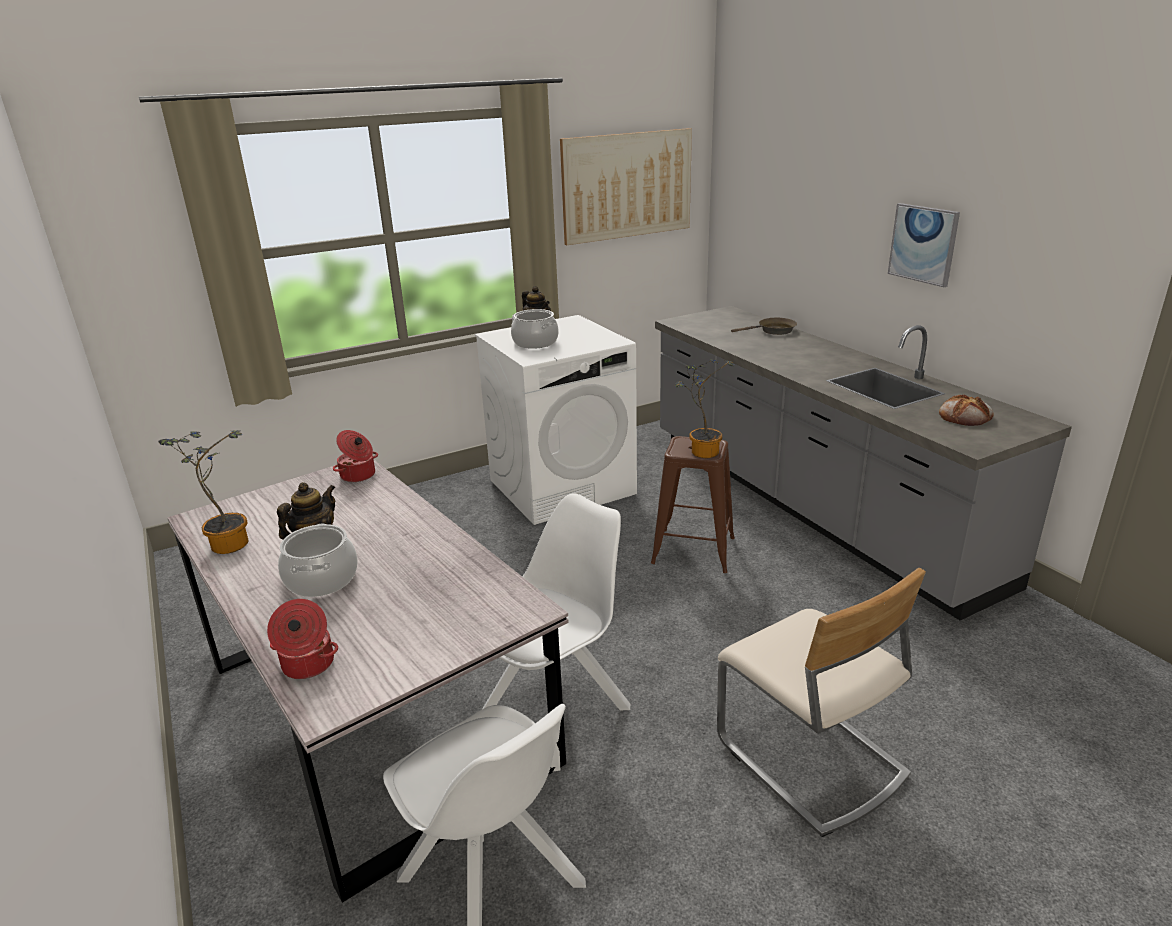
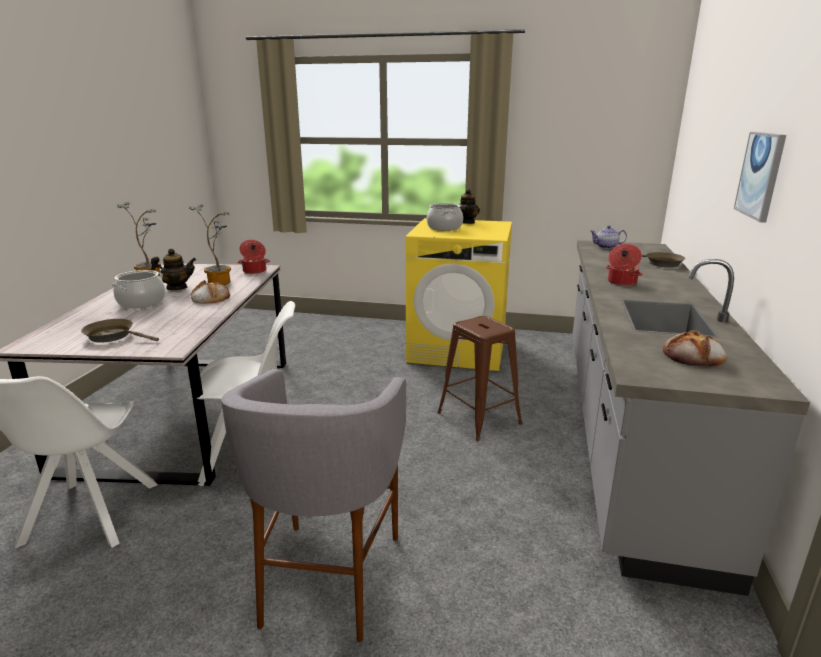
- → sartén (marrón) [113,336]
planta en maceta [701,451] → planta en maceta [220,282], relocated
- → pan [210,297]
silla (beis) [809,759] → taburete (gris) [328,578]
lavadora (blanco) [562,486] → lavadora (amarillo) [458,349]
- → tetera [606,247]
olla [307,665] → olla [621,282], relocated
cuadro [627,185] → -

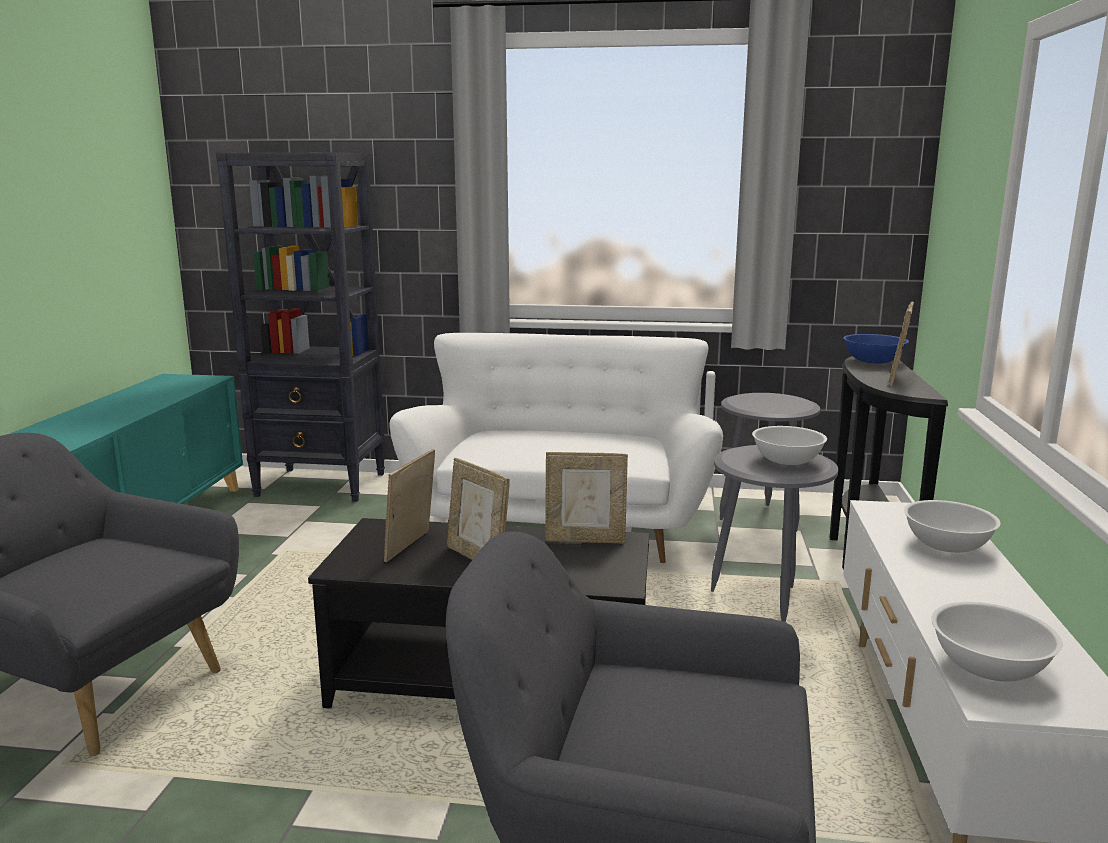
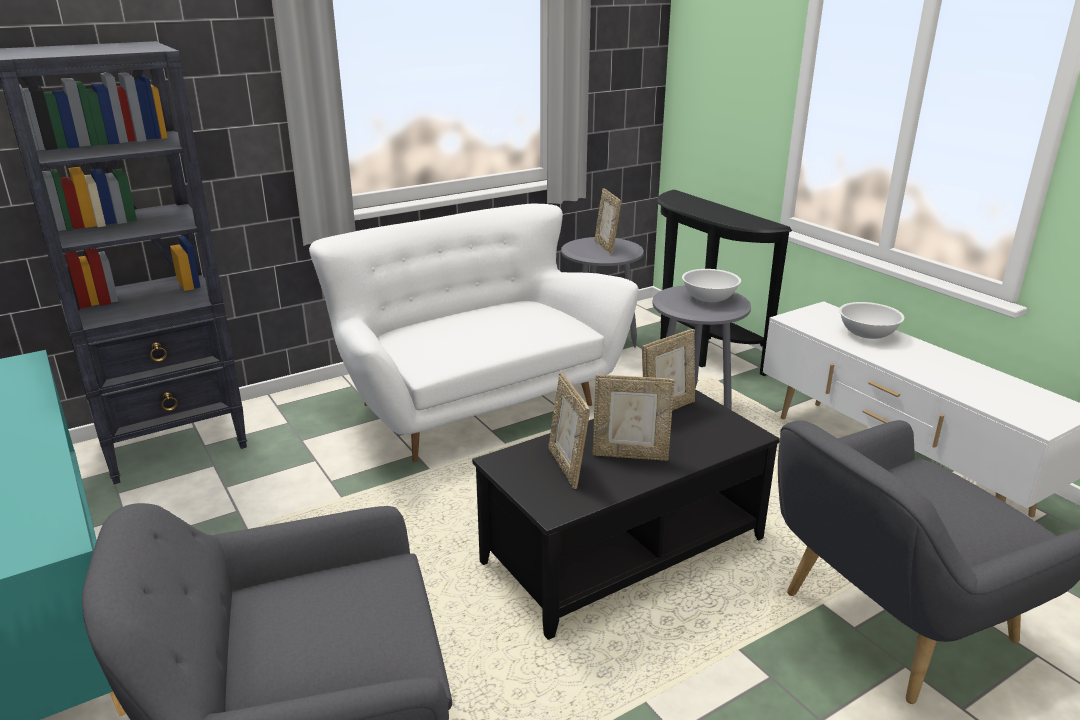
portarretratos [897,379] → portarretratos [606,247], relocated
cuenco (azul) [873,361] → -
cuenco (blanco) [990,667] → -

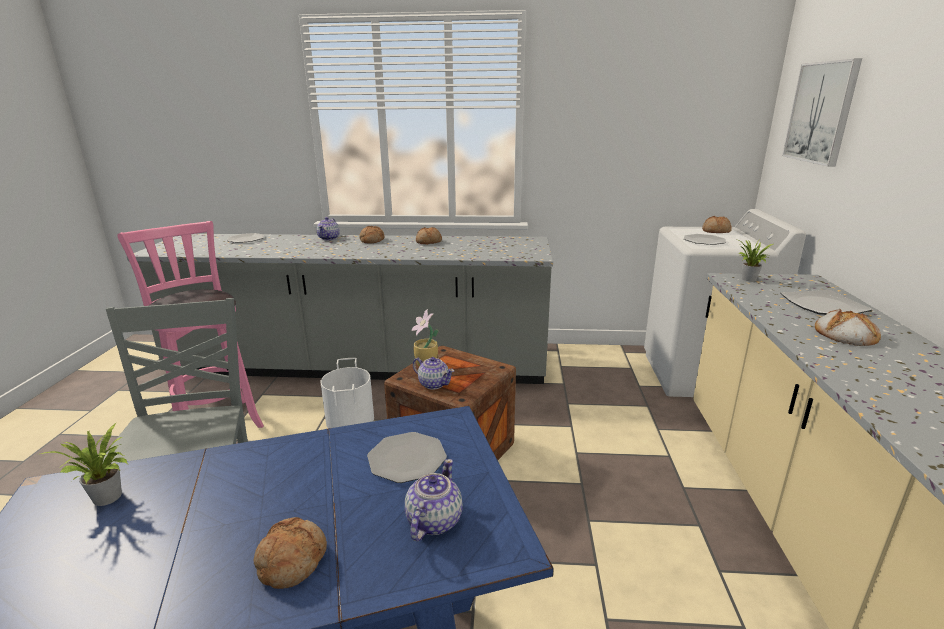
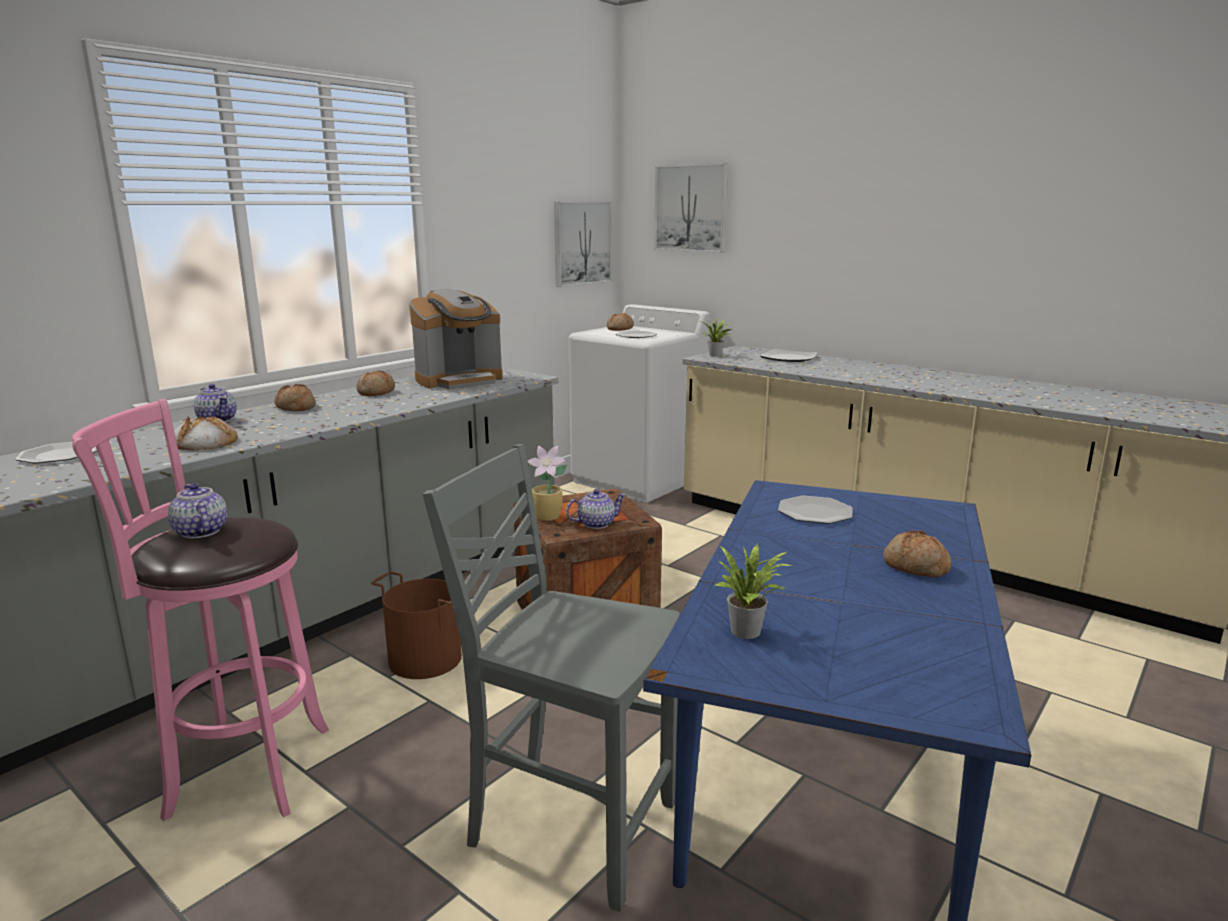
tetera [433,521] → tetera [200,532], relocated
pan [845,334] → pan [203,442], relocated
cubo (blanco) [351,419] → cubo (marrón) [426,658]
- → cafetera [459,381]
- → cuadro [582,243]

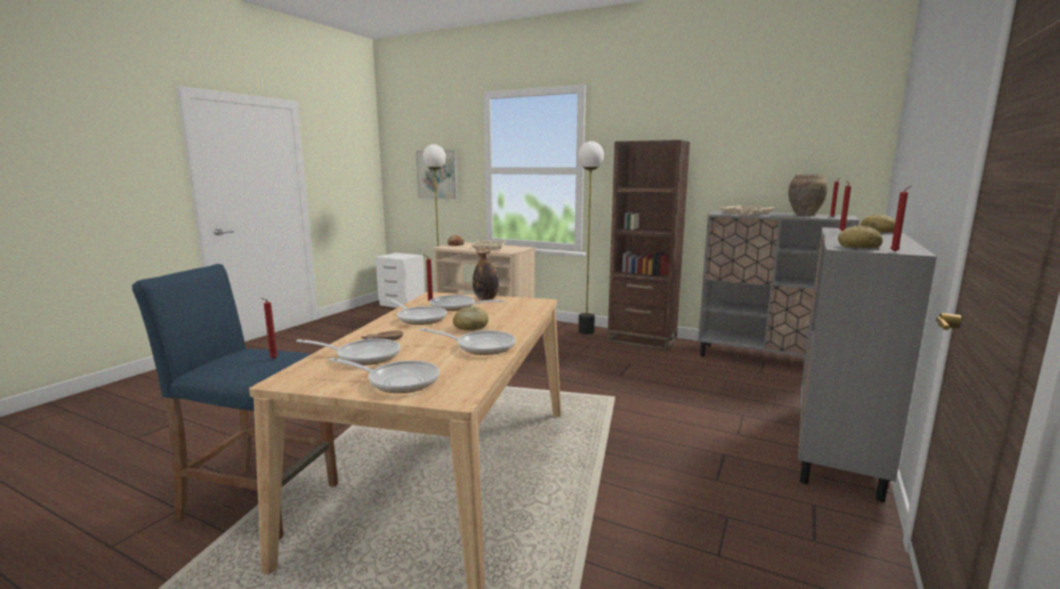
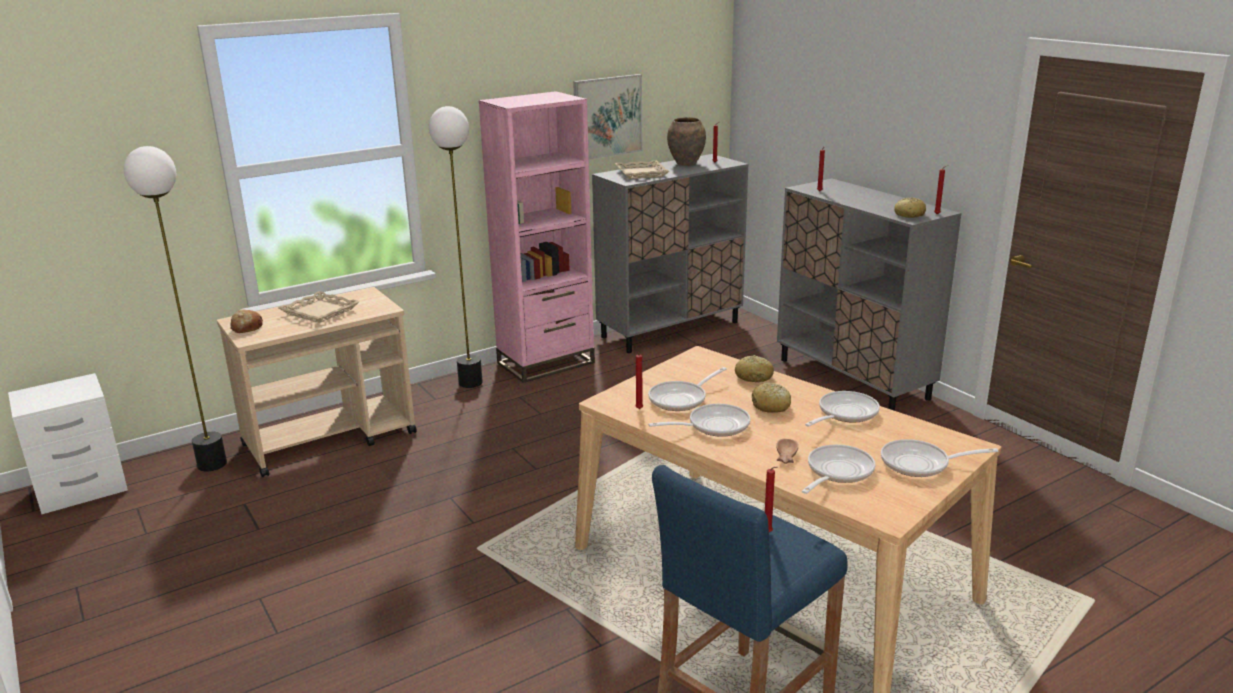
estantería (marrón) [642,340] → estantería (rosa) [546,363]
cuadro [437,174] → cuadro [607,117], relocated
pan [878,231] → pan [754,376], relocated
sartén [398,381] → sartén [920,464], 135 degrees counterclockwise
botella [486,298] → -

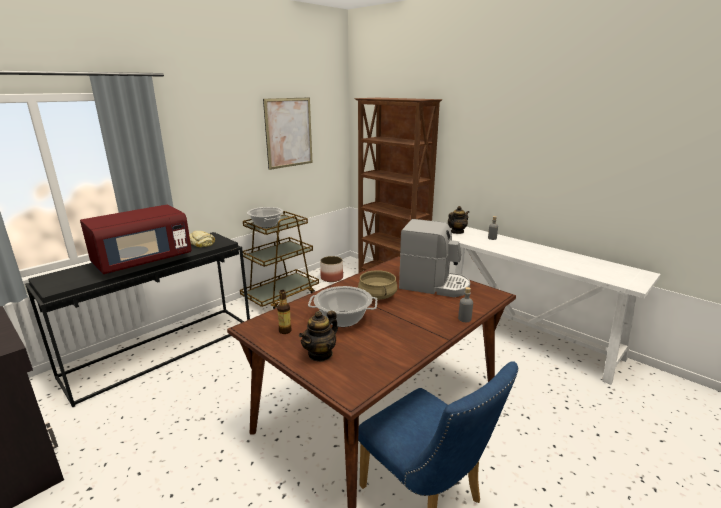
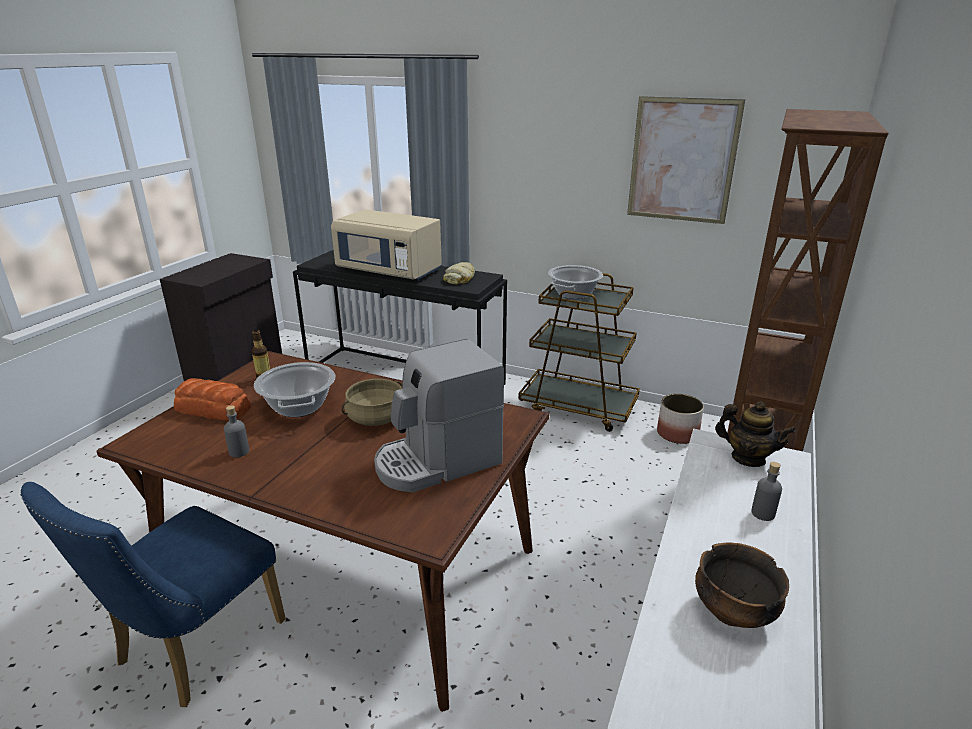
tetera [320,354] → pan [213,409]
botella (gris) [464,319] → botella (gris) [239,452], relocated
microondas (rojo) [143,261] → microondas (beis) [390,271]
cafetera [434,285] → cafetera [437,462], 60 degrees clockwise
- → cuenco [732,612]

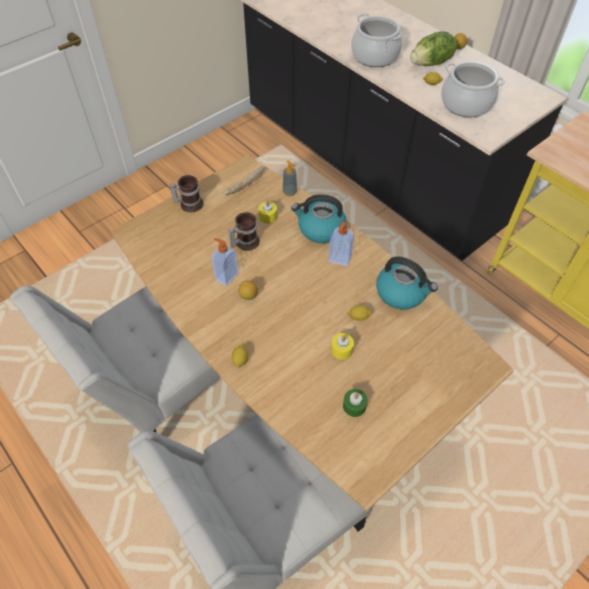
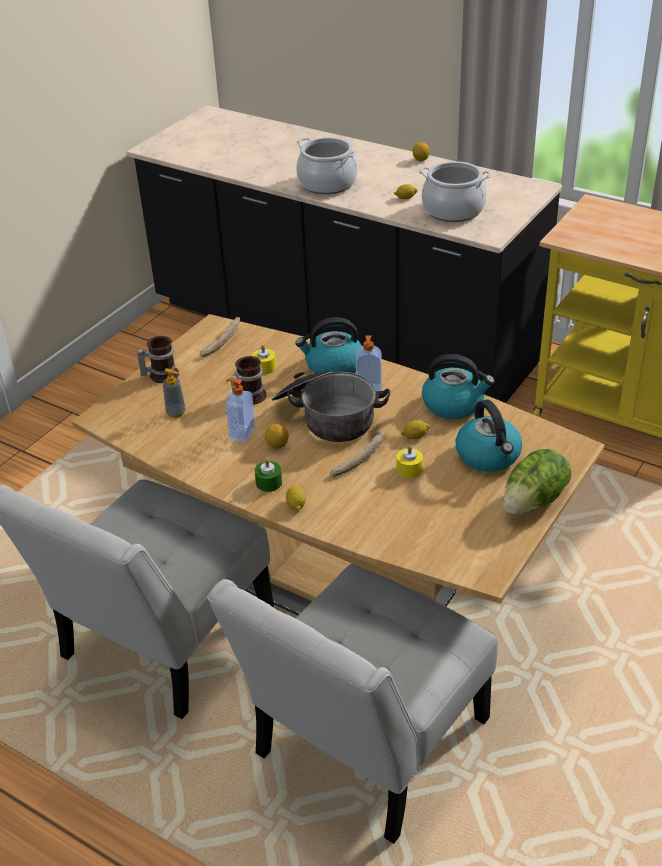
dispensador de jabón [290,192] → dispensador de jabón [176,412], relocated
vela (verde) [354,406] → vela (verde) [269,483], relocated
- → olla [327,417]
- → pan [357,460]
- → hervidor [489,456]
lechuga [431,63] → lechuga [535,501], relocated

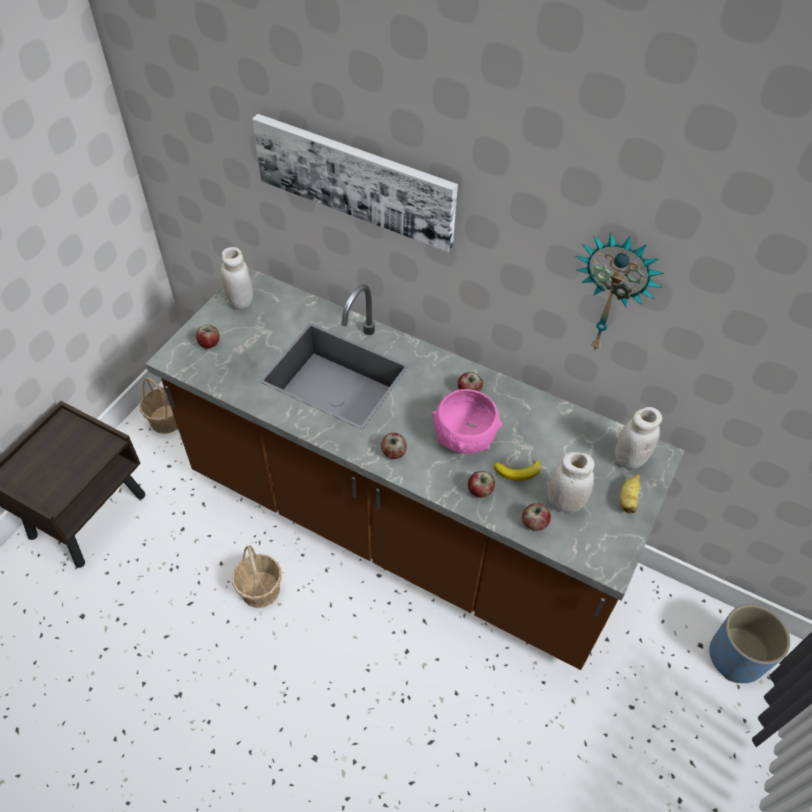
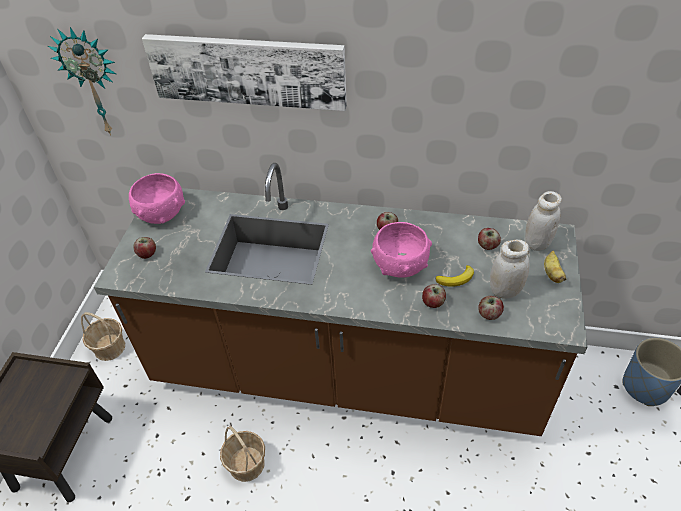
reloj de pared [612,293] → reloj de pared [94,82], relocated
tarro (blanco) [240,301] → cuenco (rosa) [161,213]
manzana [393,453] → manzana [487,246], relocated

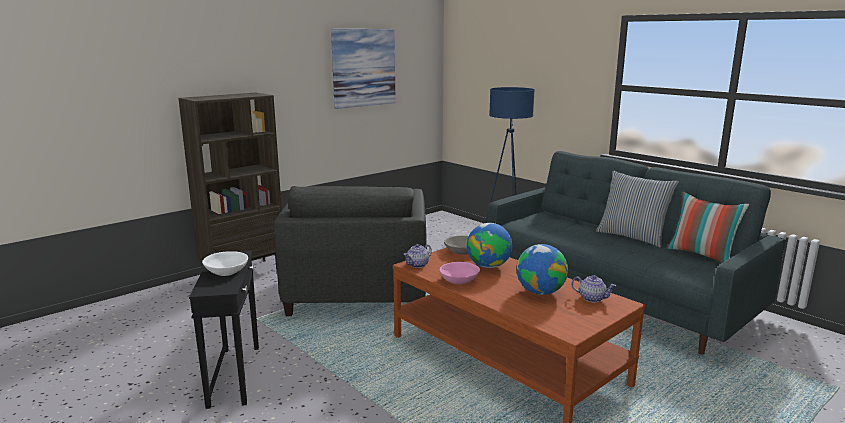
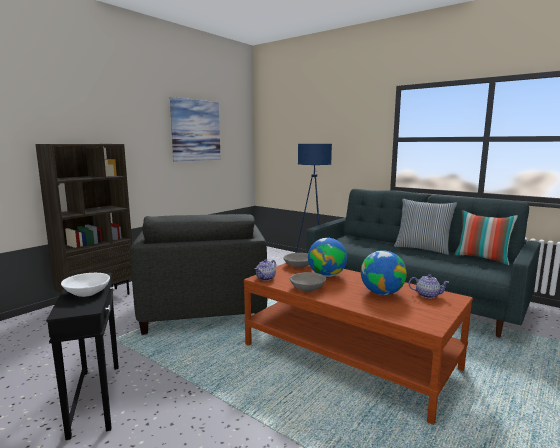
cuenco (rosa) [459,280] → cuenco (gris) [307,288]

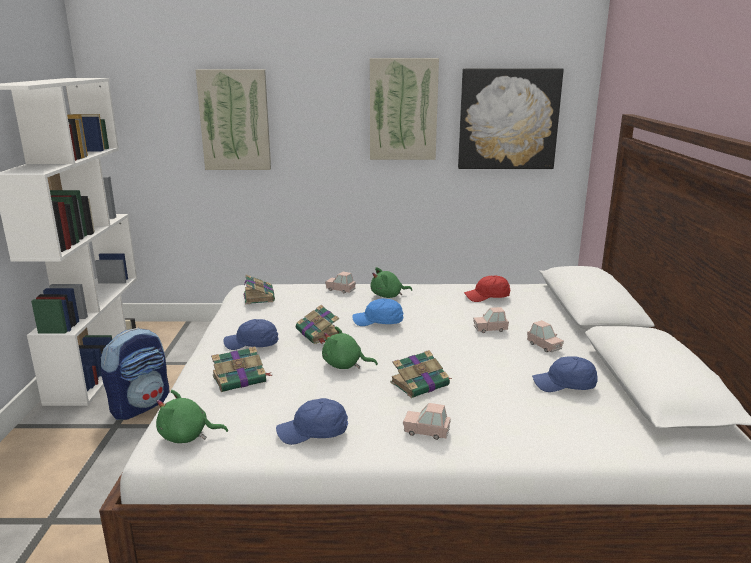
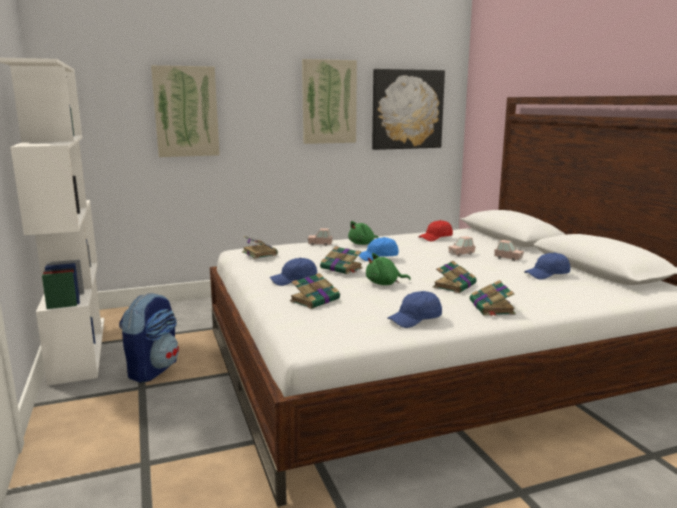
coche de juguete (rosa) [426,432] → libro [492,308]
peluche (verde) [187,436] → -

